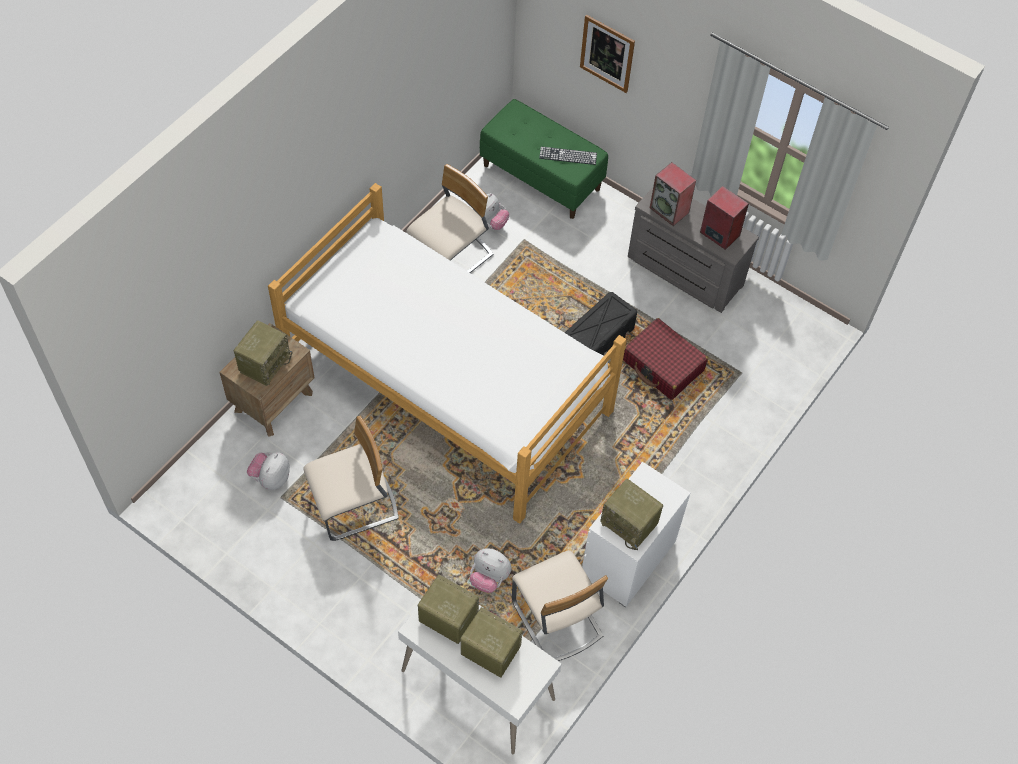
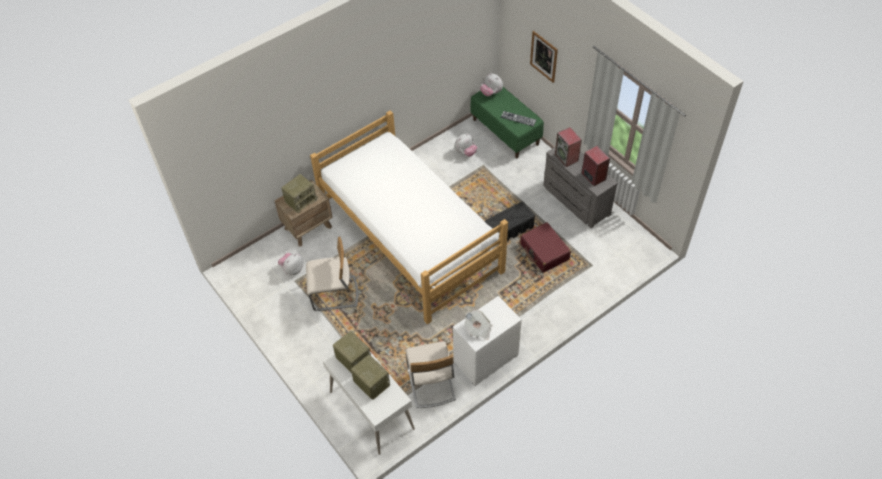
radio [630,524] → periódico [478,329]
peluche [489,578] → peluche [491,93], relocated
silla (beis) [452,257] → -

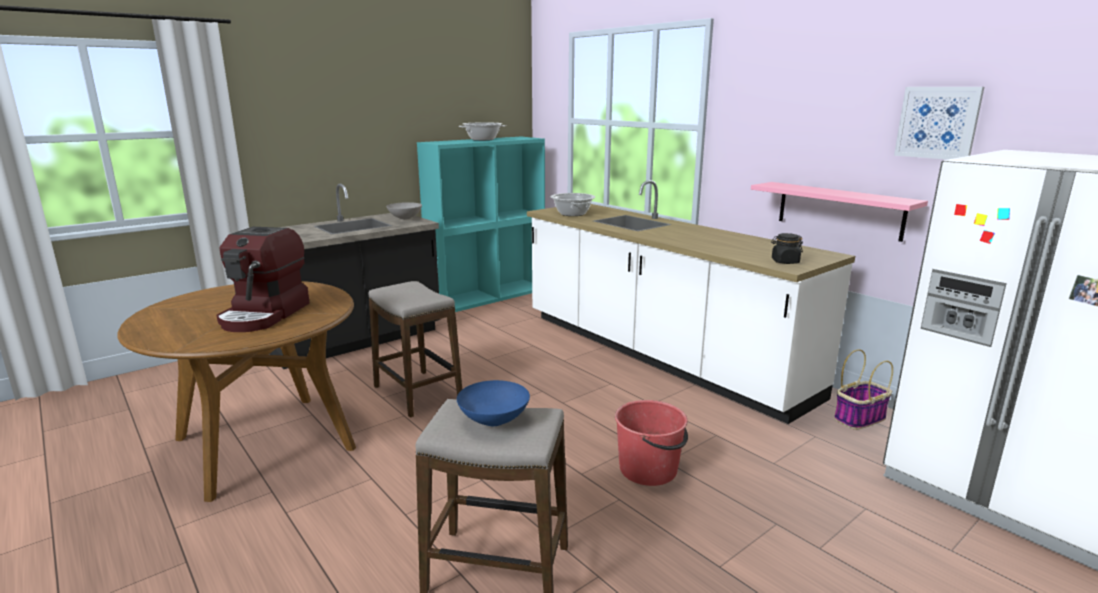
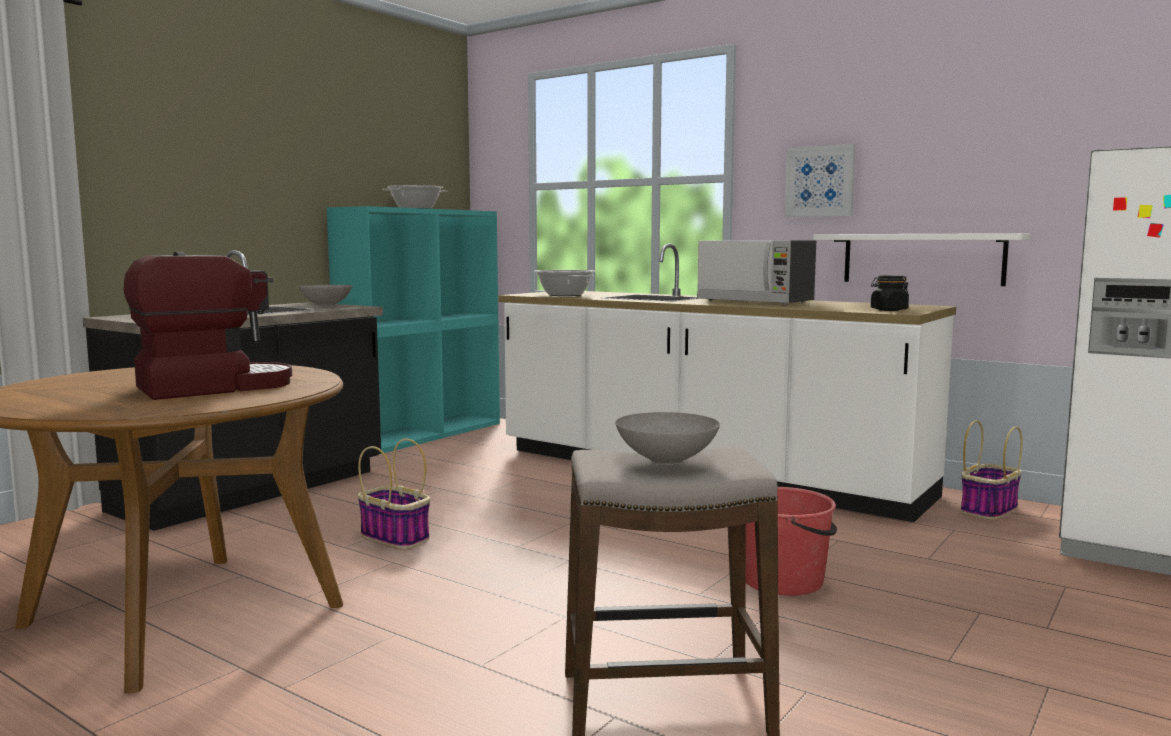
cafetera [265,315] → cafetera [213,387], 120 degrees counterclockwise
taburete [417,393] → cesta [396,537]
cuenco (azul) [494,421] → cuenco (gris) [668,461]
- → microondas [755,301]
cuadro [937,122] → cuadro [820,181], relocated
estante (rosa) [839,210] → estante (blanco) [922,259]

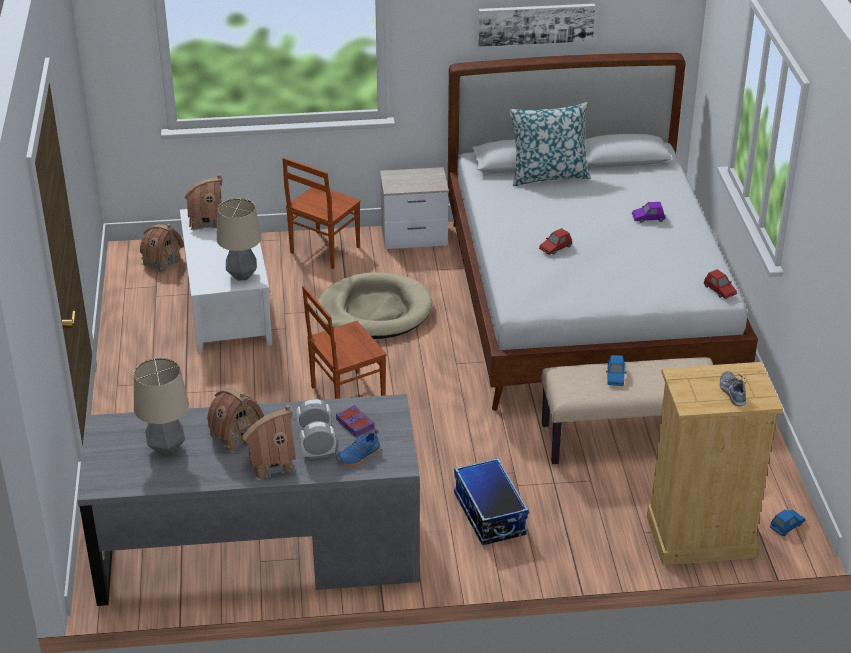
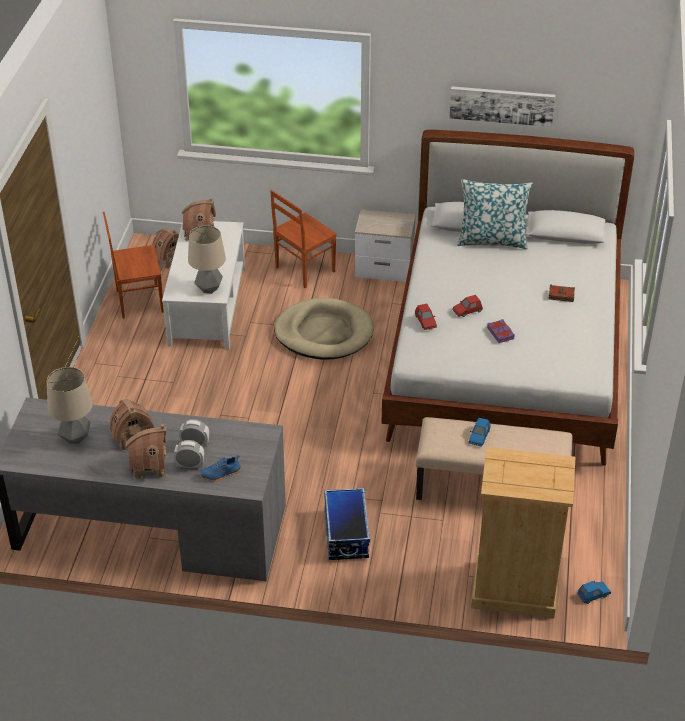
silla (marrón) [346,395] → silla (marrón) [138,301], relocated
coche de juguete (rojo) [719,290] → coche de juguete (rojo) [425,321], relocated
libro (morado) [355,424] → libro (morado) [500,333], relocated
coche de juguete (morado) [648,218] → libro (marrón) [561,295]
zapato [732,392] → -

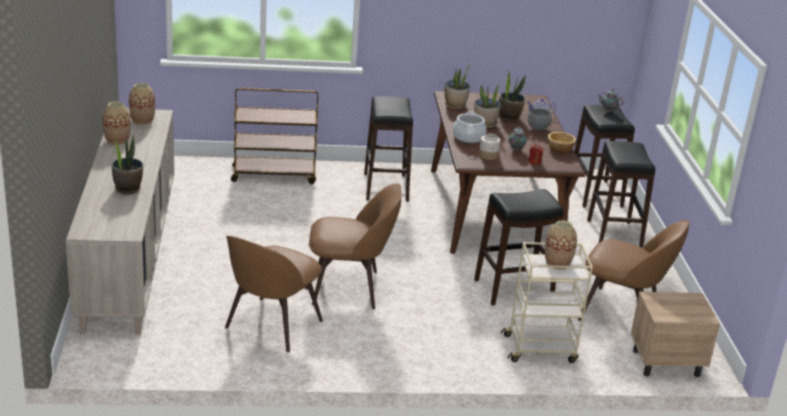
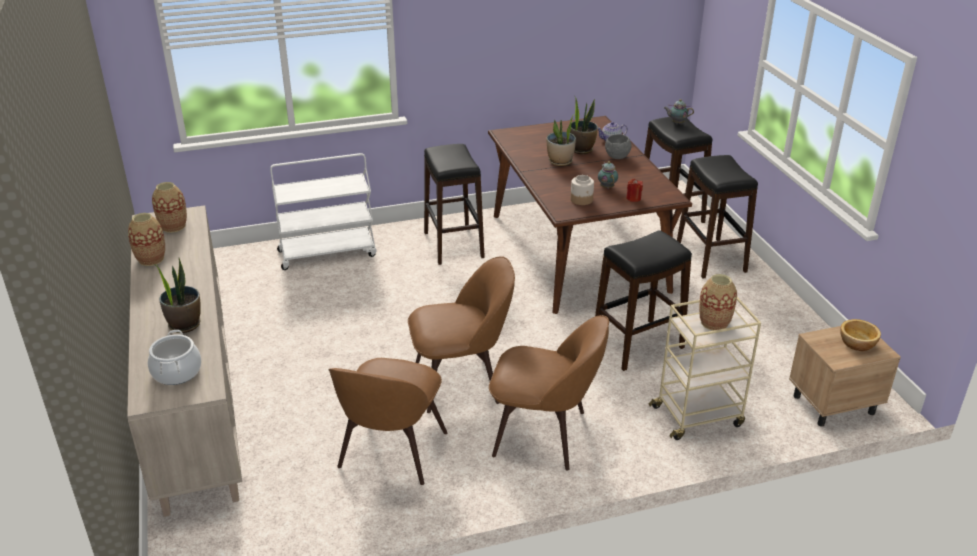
olla [468,138] → olla [176,372], relocated
carrito (marrón) [274,175] → carrito (blanco) [328,253]
silla (marrón) [622,314] → silla (marrón) [544,434], relocated
cuenco [560,149] → cuenco [858,344], relocated
planta en maceta [455,105] → -

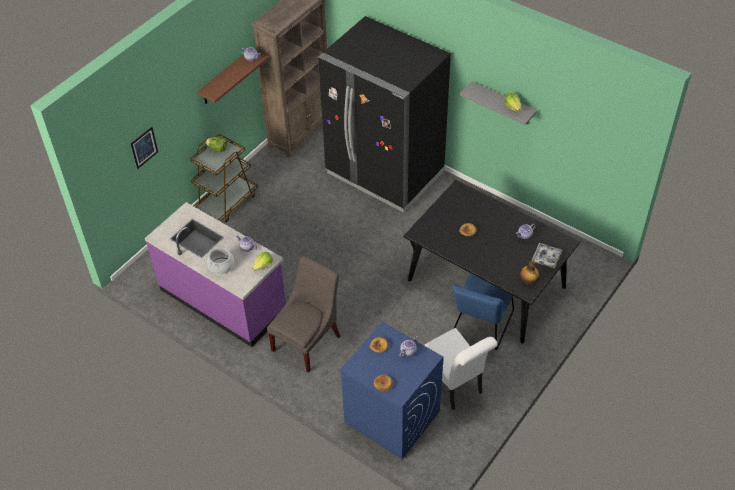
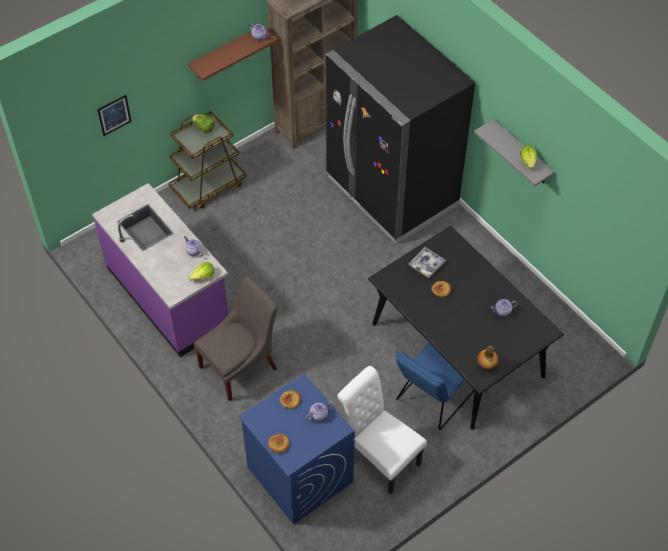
silla (blanco) [454,385] → silla (blanco) [379,457], 150 degrees clockwise
bandeja [546,257] → bandeja [427,264], relocated
olla [221,266] → -

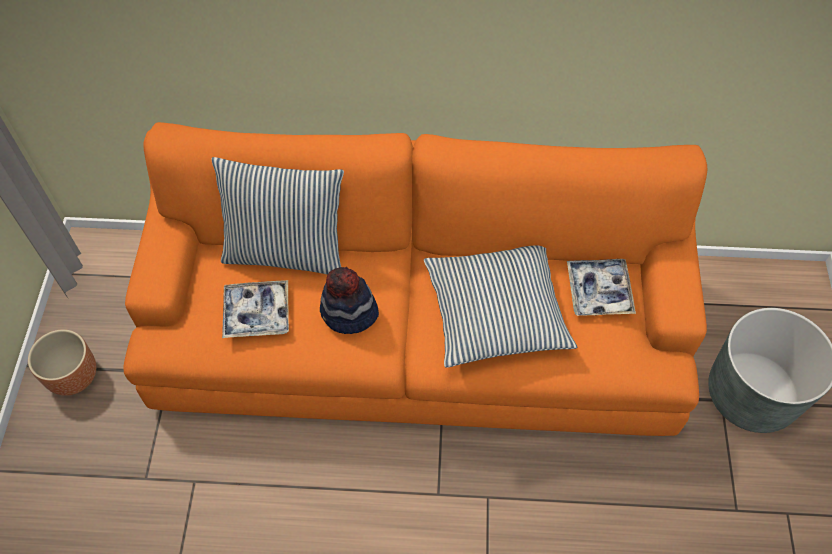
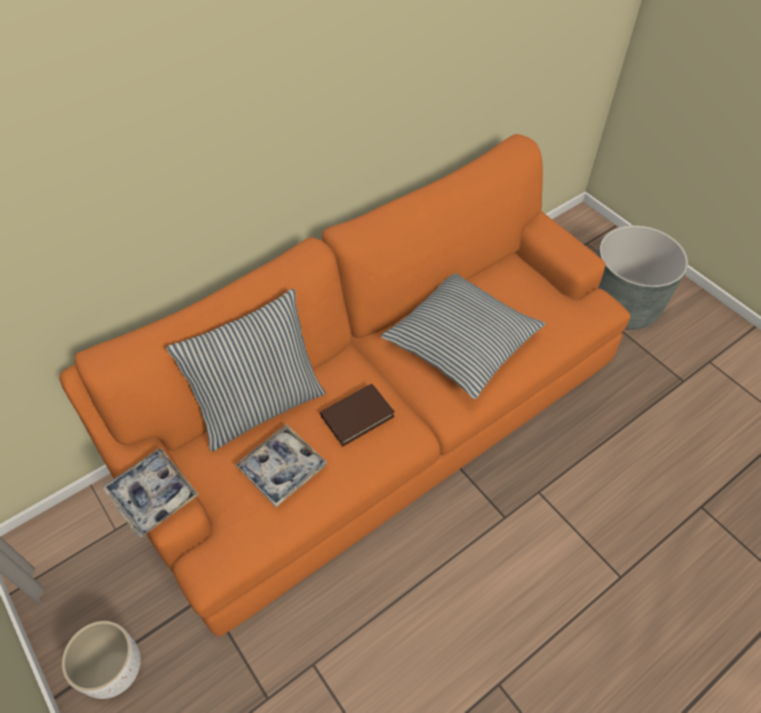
maceta (marrón) [73,375] → maceta (blanco) [113,669]
bandeja [599,291] → bandeja [153,495], relocated
sombrero [349,313] → libro (marrón) [357,416]

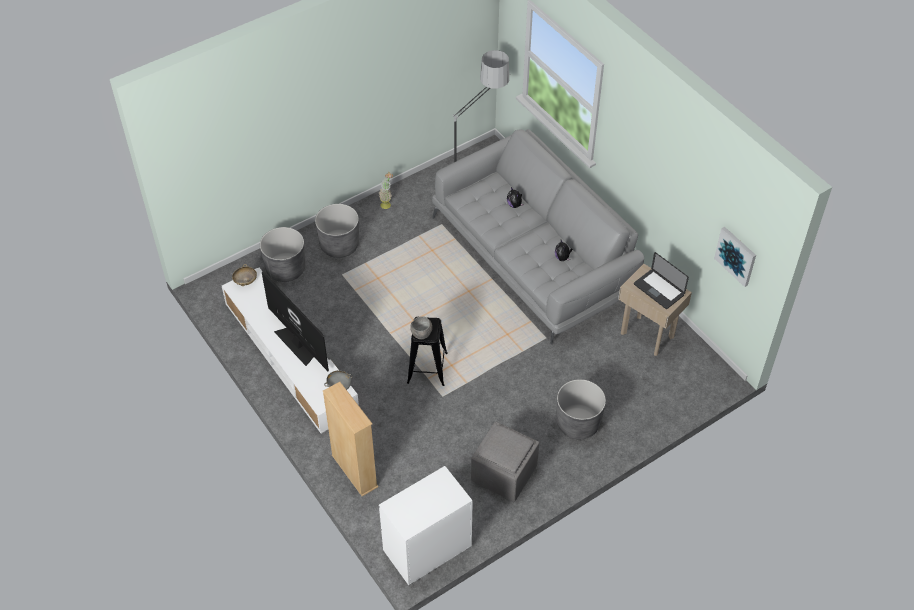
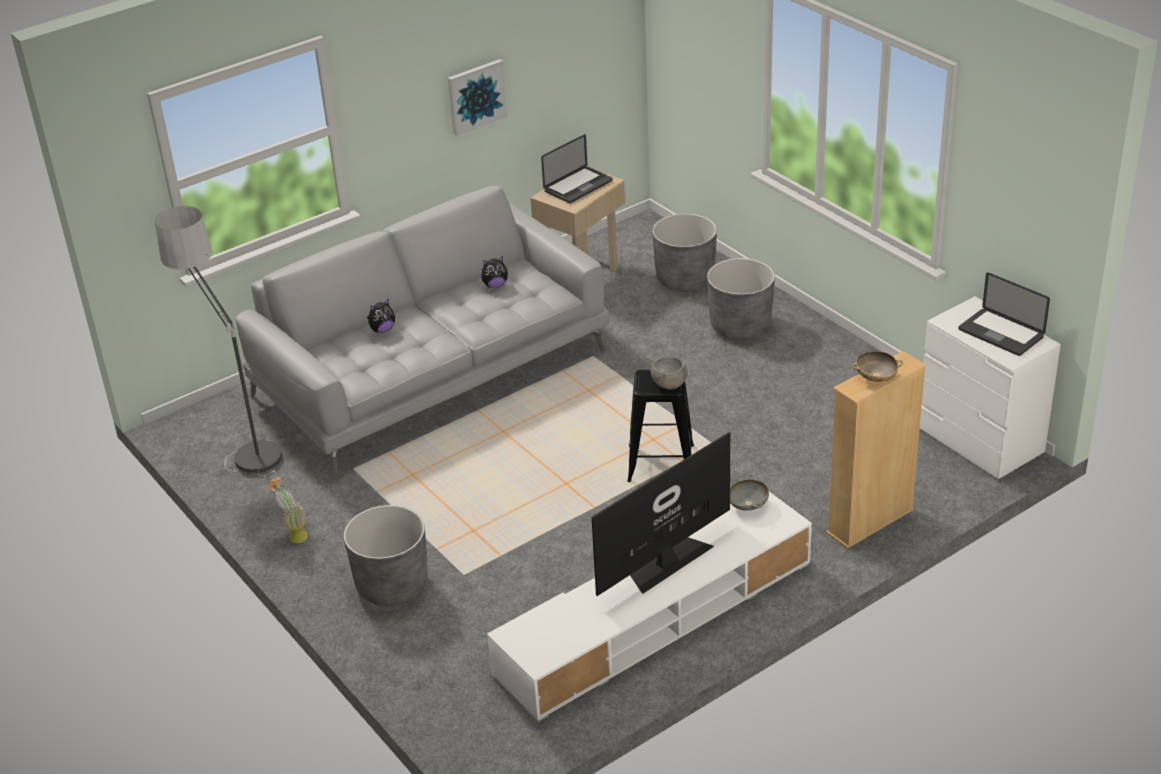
cuadro [736,256] → cuadro [476,96], relocated
maceta (gris) [286,269] → maceta (gris) [685,278], relocated
cuenco (beis) [245,281] → cuenco (beis) [876,377], relocated
- → portátil [1000,333]
puf (gris) [504,474] → -

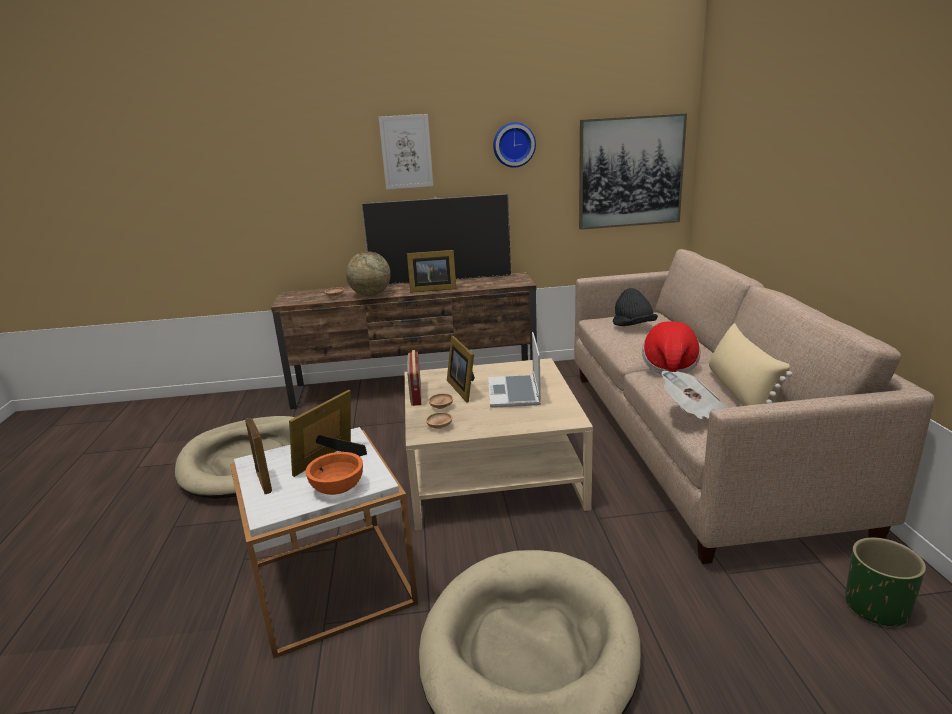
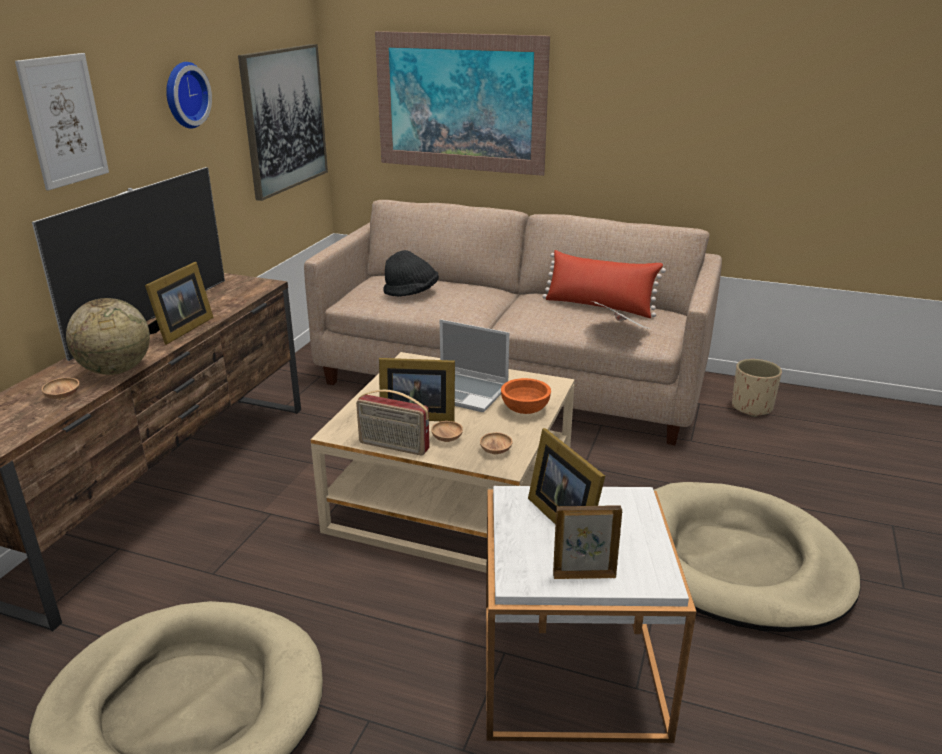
- → cuadro [460,103]
cuenco (naranja) [337,488] → cuenco (naranja) [524,409], relocated
cojín (beis) [740,393] → cojín (rojo) [599,306]
maceta (verde) [876,607] → maceta (beis) [751,407]
sombrero [669,367] → -

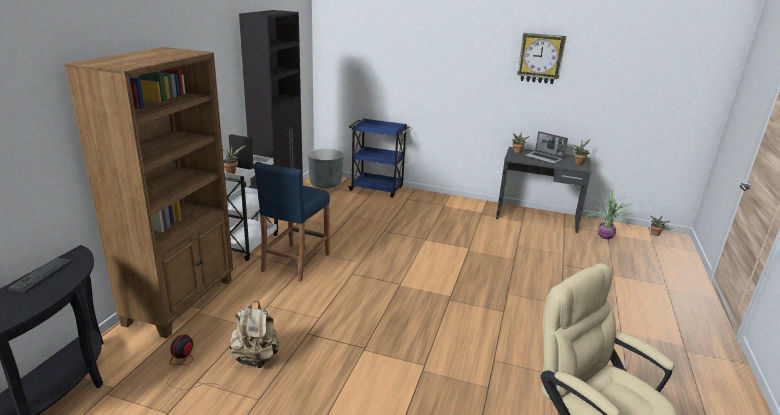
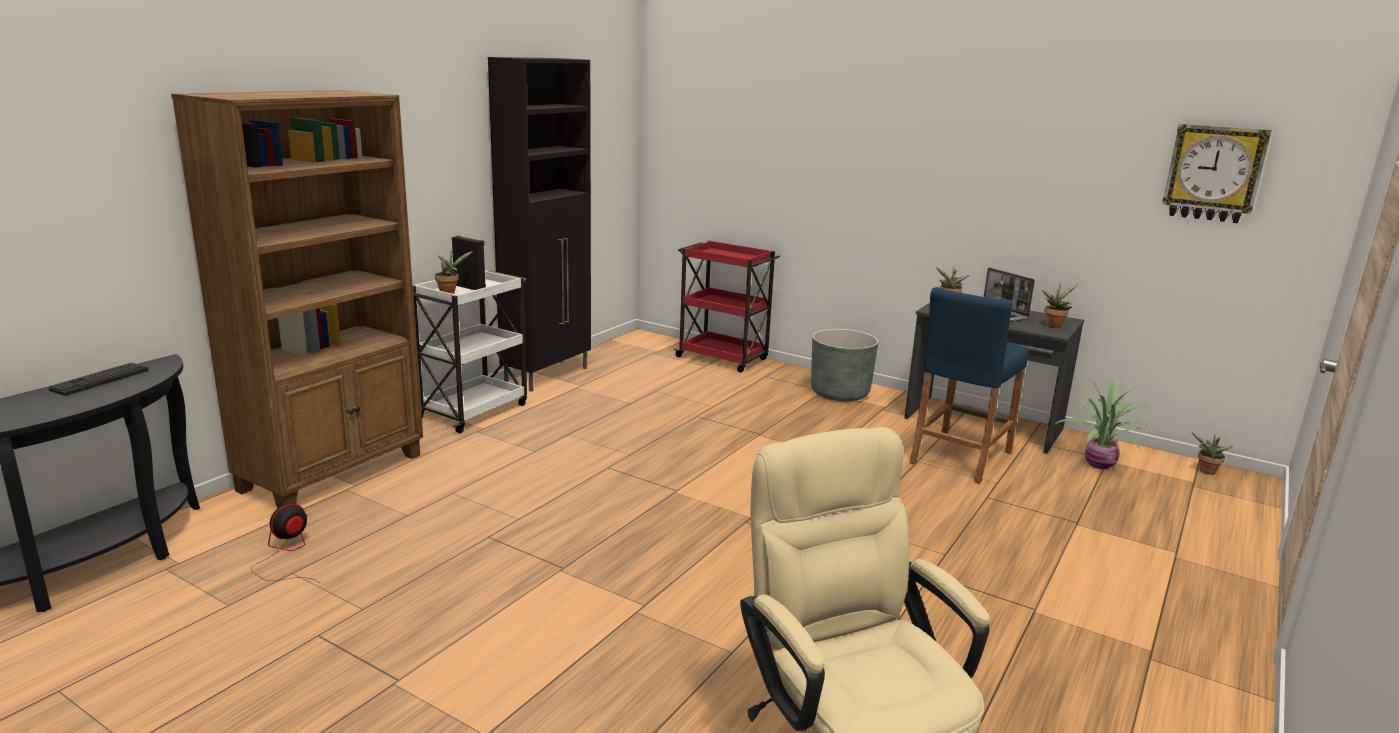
carrito (azul) [377,189] → carrito (rojo) [723,359]
maceta (gris) [325,183] → maceta (gris) [840,393], relocated
taburete (azul) [295,262] → taburete (azul) [960,457], relocated
reloj de pared [540,58] → reloj de pared [1214,173], relocated
mochila (beis) [256,358] → -

